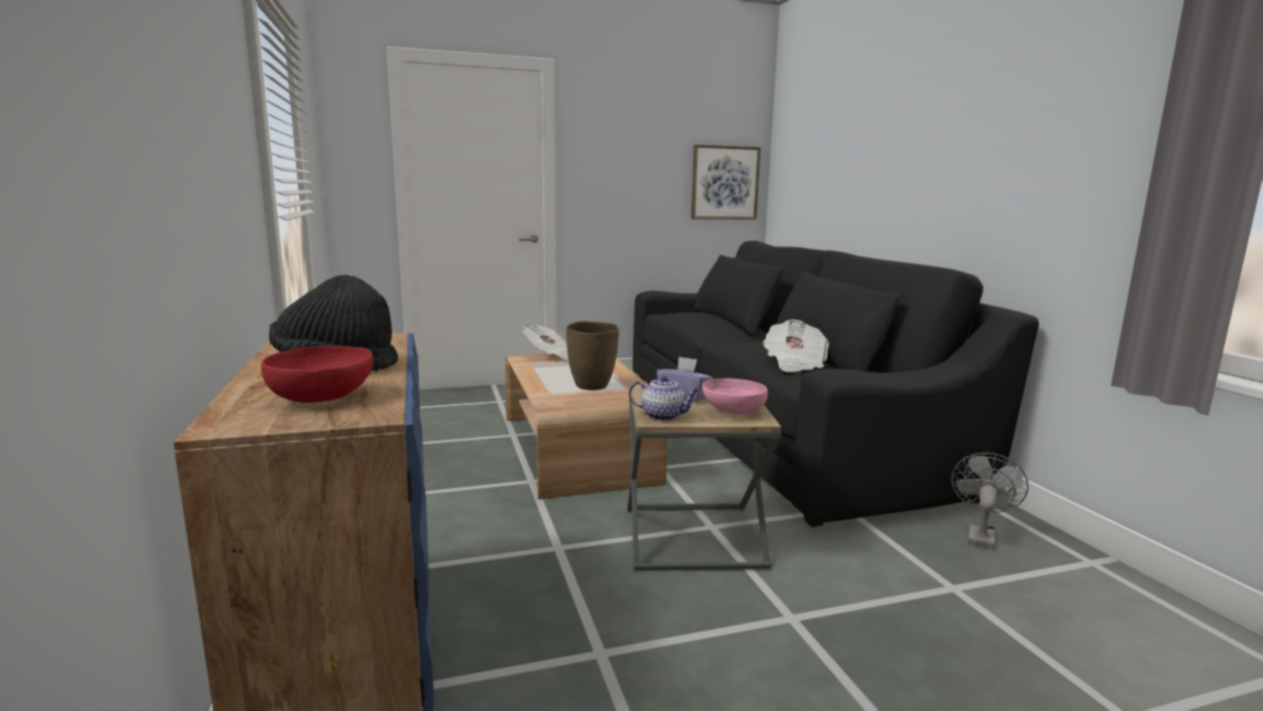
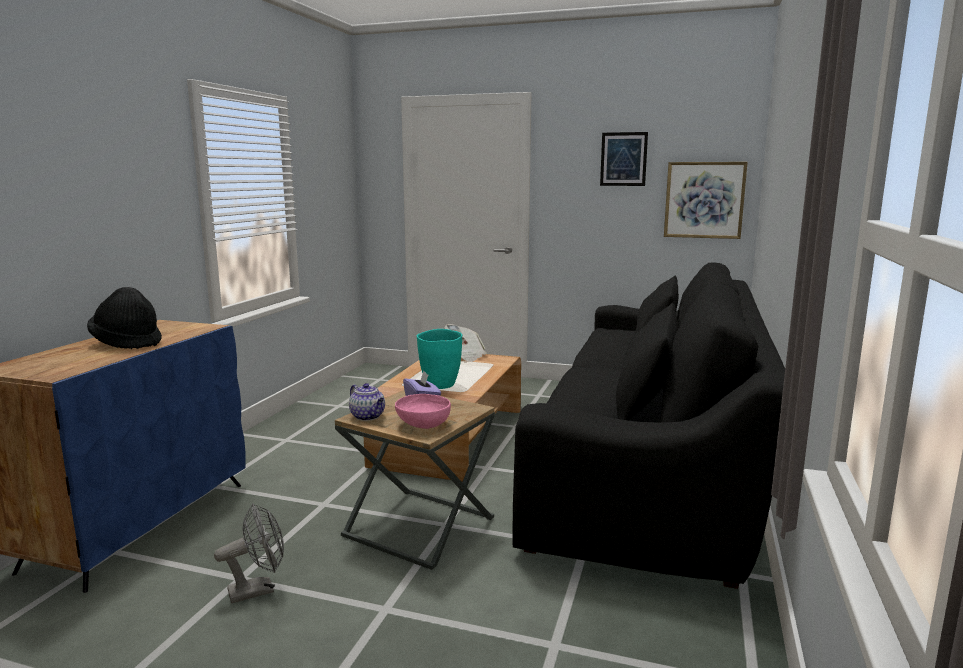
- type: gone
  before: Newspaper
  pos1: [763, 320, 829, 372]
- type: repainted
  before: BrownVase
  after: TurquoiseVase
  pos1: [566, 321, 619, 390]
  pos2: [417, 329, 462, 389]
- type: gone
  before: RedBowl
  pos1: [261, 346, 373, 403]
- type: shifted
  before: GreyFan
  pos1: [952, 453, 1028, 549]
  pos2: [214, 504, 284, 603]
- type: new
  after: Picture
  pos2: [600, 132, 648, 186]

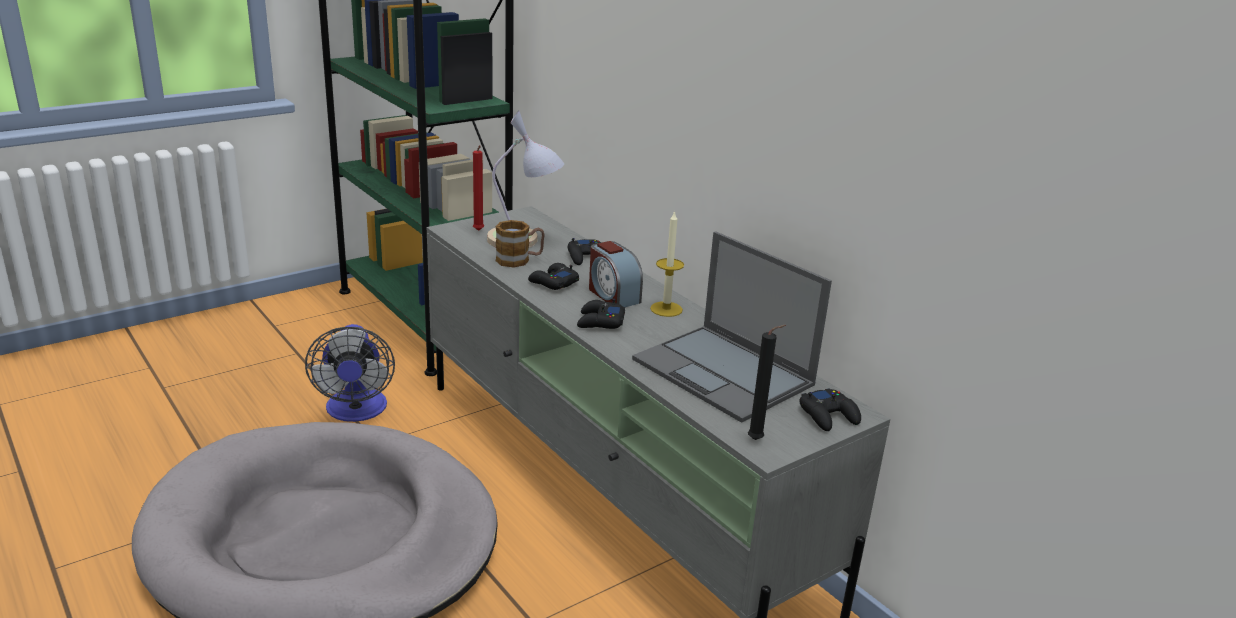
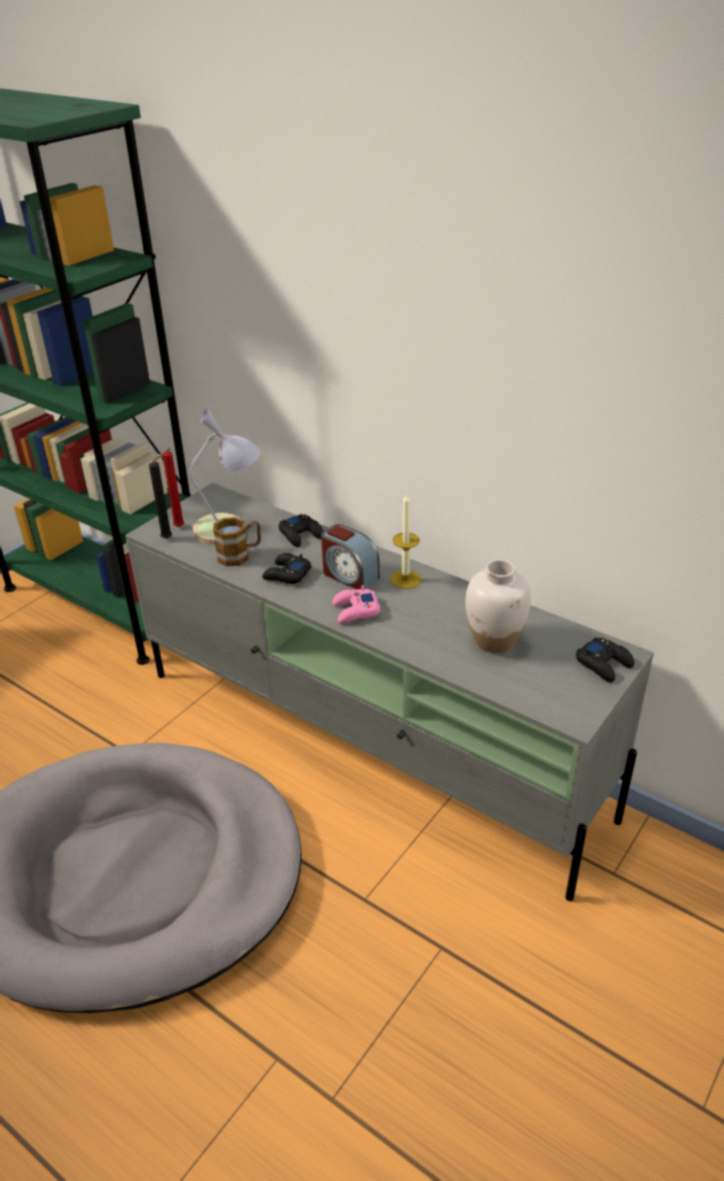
- type: swapped
  before: Laptop
  after: WhiteVase
  pos1: [632, 231, 832, 423]
  pos2: [466, 560, 531, 653]
- type: repainted
  before: BlackGameController
  after: PinkGameController
  pos1: [577, 298, 625, 329]
  pos2: [332, 585, 380, 623]
- type: gone
  before: Fan
  pos1: [305, 324, 395, 422]
- type: shifted
  before: BlackCandle
  pos1: [748, 325, 786, 440]
  pos2: [149, 455, 172, 539]

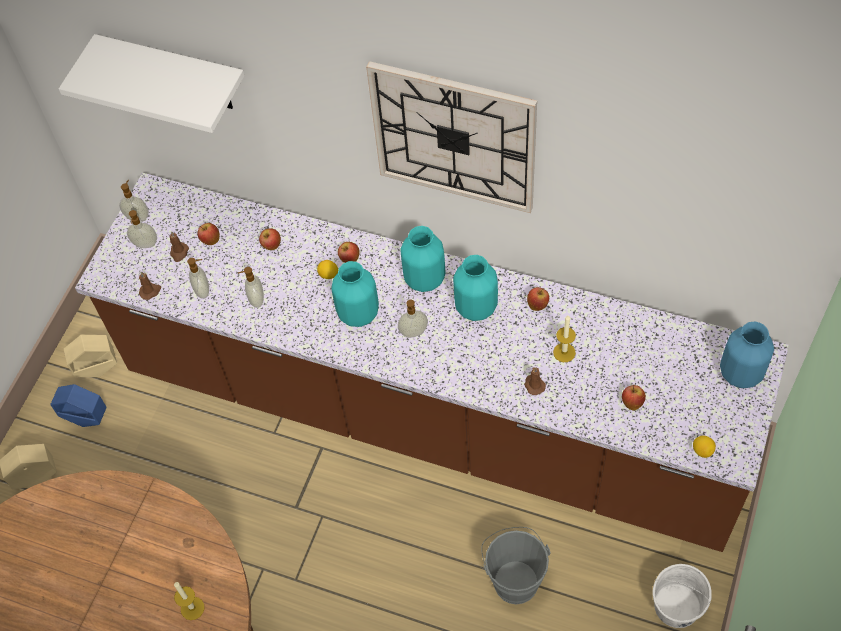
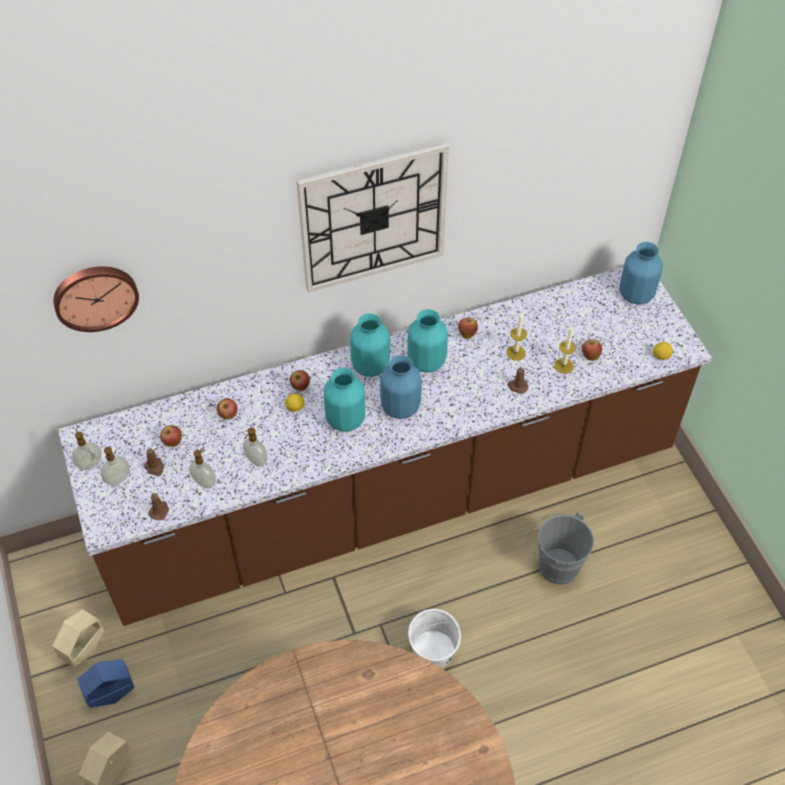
- type: swapped
  before: WhiteShelf
  after: WallClock
  pos1: [59, 34, 244, 133]
  pos2: [53, 266, 139, 332]
- type: swapped
  before: SoapDispenser
  after: BlueVase
  pos1: [398, 300, 428, 338]
  pos2: [380, 355, 422, 419]
- type: shifted
  before: WhiteBucket
  pos1: [653, 564, 712, 628]
  pos2: [408, 609, 461, 668]
- type: shifted
  before: Candle
  pos1: [174, 582, 204, 620]
  pos2: [554, 326, 576, 374]

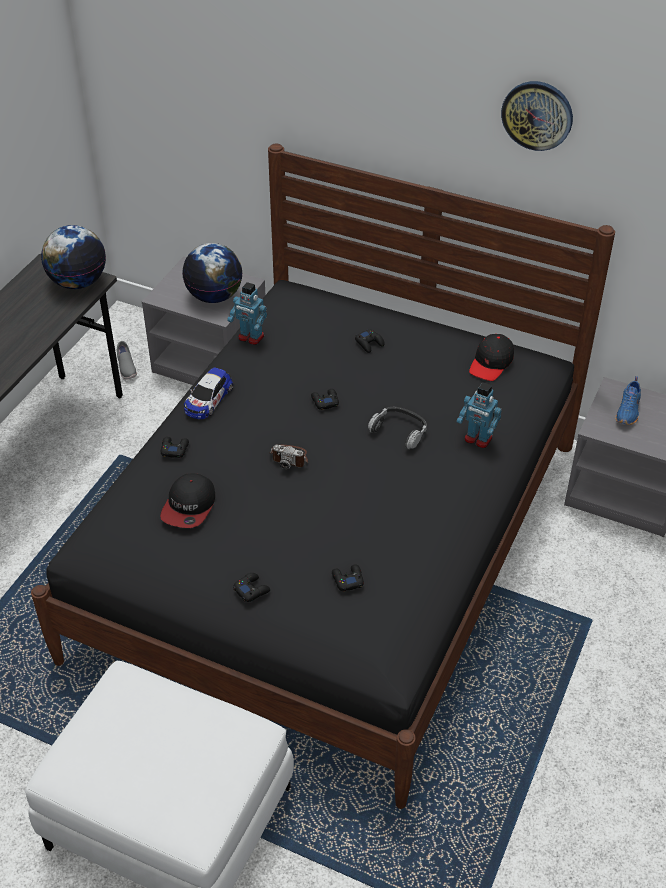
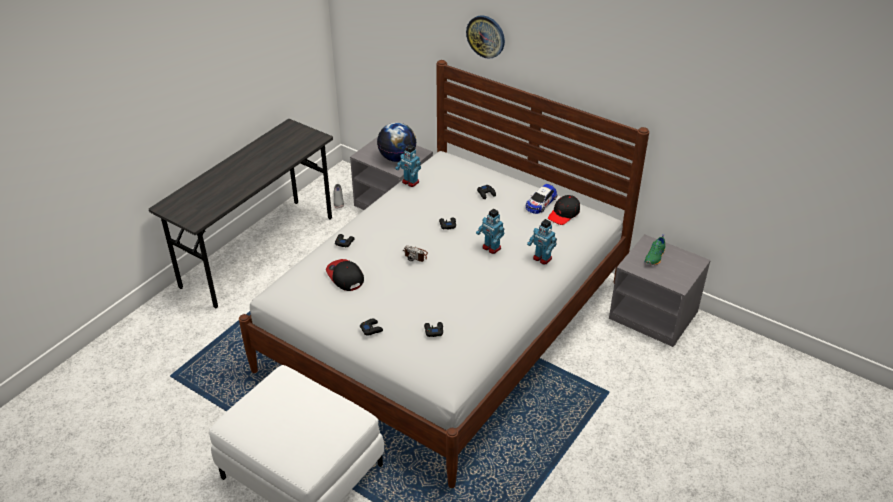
- type: shifted
  before: WallClock
  pos1: [501, 81, 573, 151]
  pos2: [466, 15, 505, 59]
- type: repainted
  before: BlackBed
  after: WhiteBed
  pos1: [31, 144, 615, 809]
  pos2: [239, 60, 649, 488]
- type: gone
  before: Globe
  pos1: [41, 225, 106, 289]
- type: shifted
  before: ToyCar
  pos1: [184, 367, 233, 419]
  pos2: [526, 184, 557, 214]
- type: repainted
  before: BlueShoe
  after: GreenShoe
  pos1: [615, 376, 641, 425]
  pos2: [644, 234, 665, 265]
- type: swapped
  before: Headphones
  after: ToyRobot
  pos1: [368, 407, 427, 449]
  pos2: [476, 209, 505, 254]
- type: rotated
  before: Cap
  pos1: [160, 473, 215, 528]
  pos2: [326, 259, 364, 291]
  turn: 120

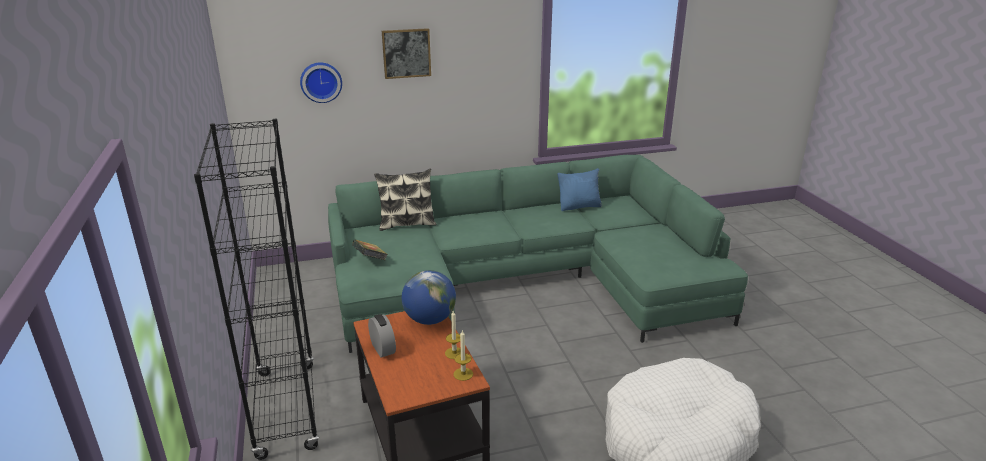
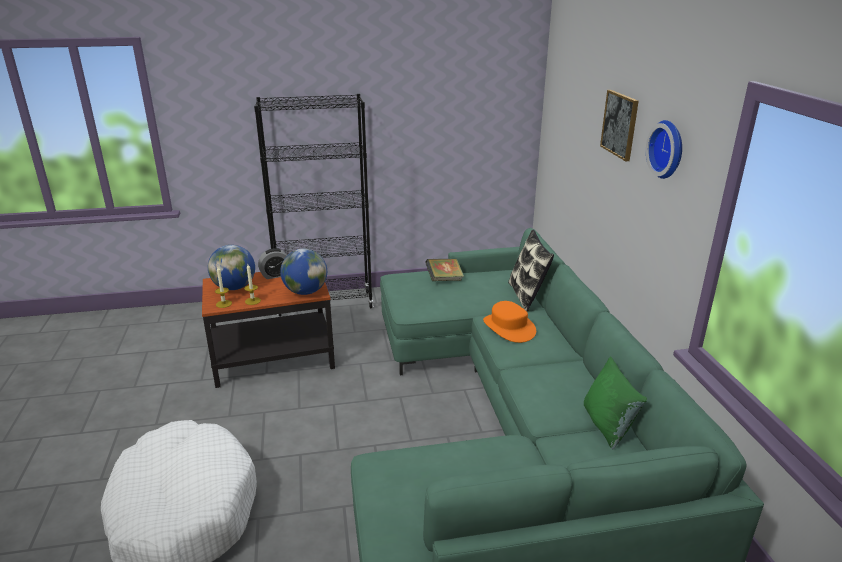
- type: shifted
  before: WallClock
  pos1: [300, 62, 342, 103]
  pos2: [646, 120, 682, 179]
- type: repainted
  before: BluePillow
  after: GreenPillow
  pos1: [557, 168, 602, 211]
  pos2: [584, 356, 647, 449]
- type: new
  after: Globe
  pos2: [208, 245, 255, 290]
- type: new
  after: OrangeHat
  pos2: [483, 301, 536, 343]

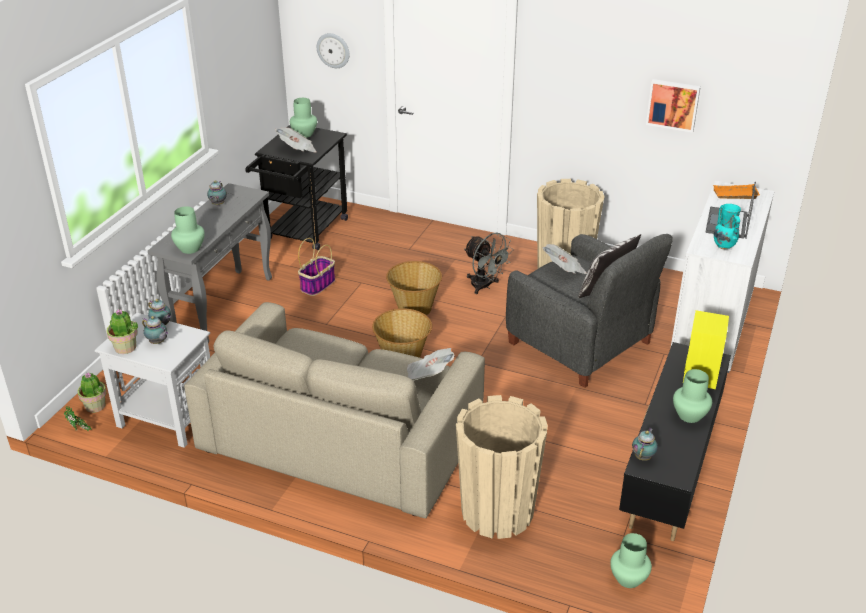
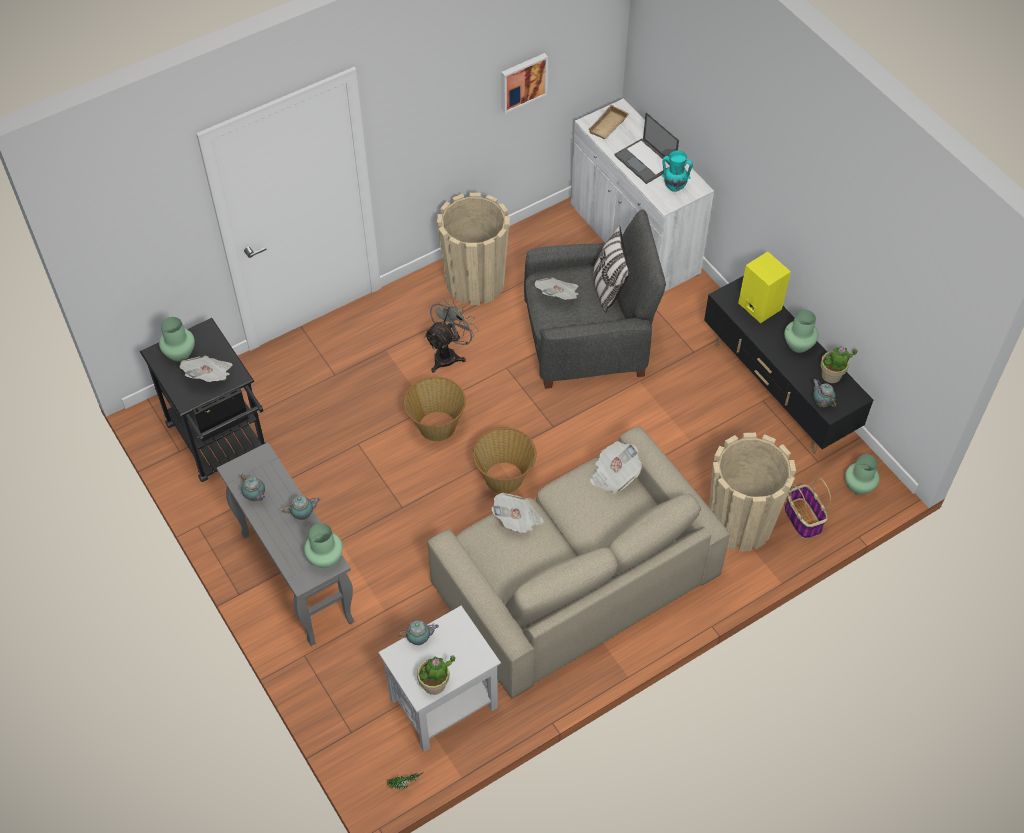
- type: gone
  before: WallClock
  pos1: [317, 33, 349, 68]
- type: repainted
  before: OrangeTray
  after: BeigeTray
  pos1: [713, 184, 759, 199]
  pos2: [588, 104, 629, 139]
- type: rotated
  before: GreyFan
  pos1: [464, 233, 513, 294]
  pos2: [424, 298, 478, 373]
  turn: -45
- type: shifted
  before: Basket
  pos1: [298, 238, 335, 296]
  pos2: [784, 478, 831, 539]
- type: shifted
  before: Teapot
  pos1: [142, 316, 169, 344]
  pos2: [282, 495, 321, 520]
- type: shifted
  before: PottedPlant
  pos1: [77, 373, 106, 413]
  pos2: [820, 346, 857, 383]
- type: new
  after: Newspaper
  pos2: [491, 493, 544, 534]

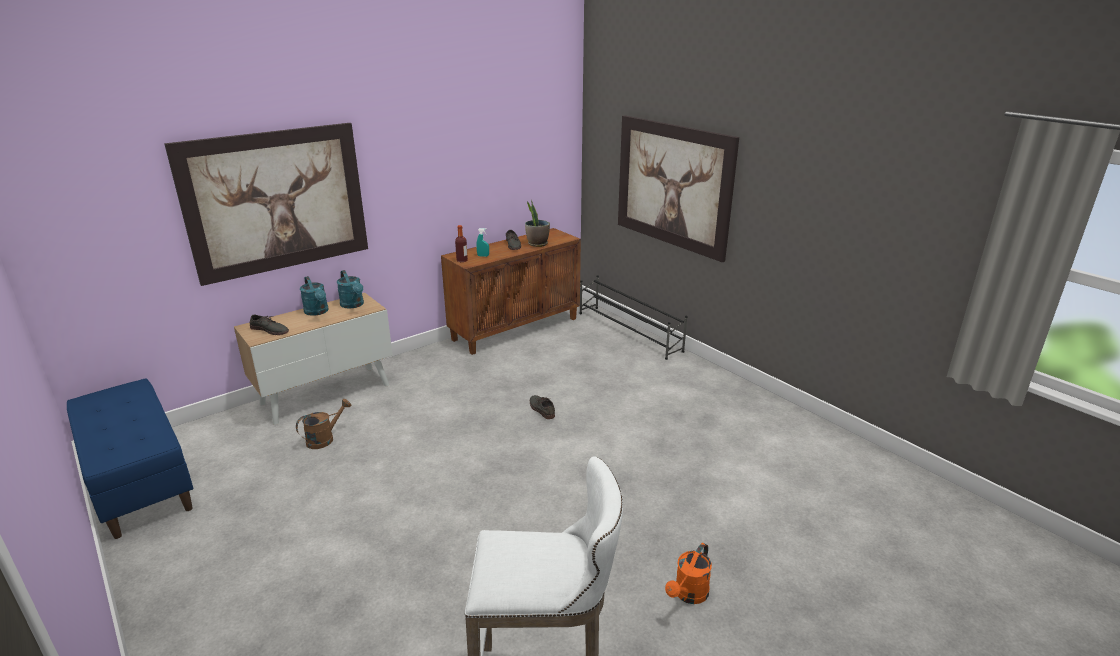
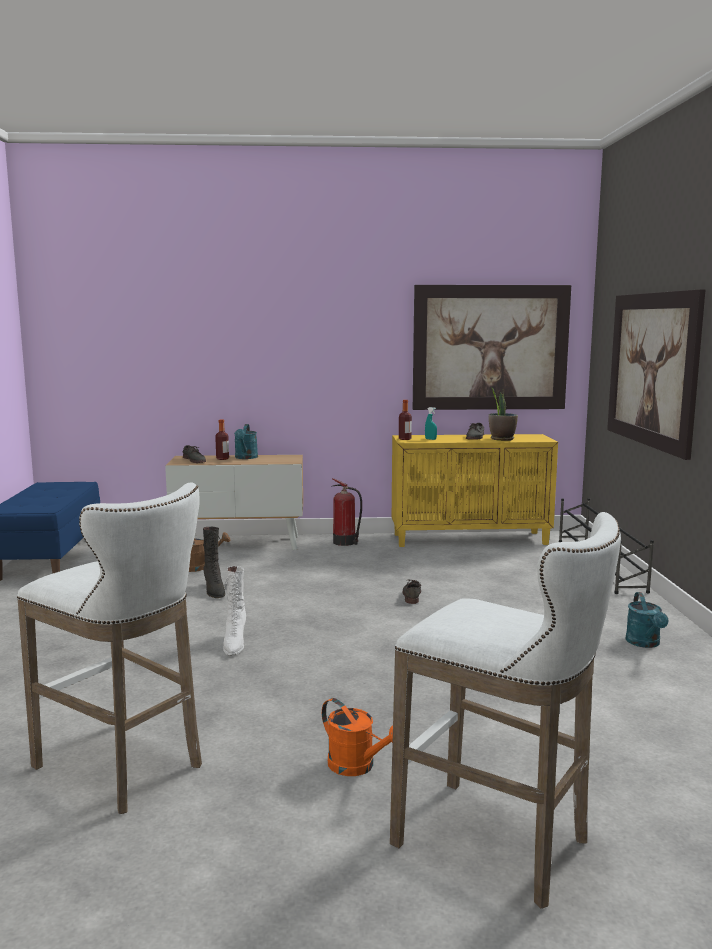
- type: shifted
  before: Picture
  pos1: [164, 123, 368, 286]
  pos2: [413, 285, 571, 410]
- type: repainted
  before: BrownCabinet
  after: YellowCabinet
  pos1: [441, 228, 581, 355]
  pos2: [392, 434, 558, 547]
- type: shifted
  before: TurquoiseWateringCan
  pos1: [337, 270, 364, 309]
  pos2: [626, 592, 669, 648]
- type: rotated
  before: OrangeWateringCan
  pos1: [665, 543, 712, 604]
  pos2: [322, 698, 393, 776]
  turn: -120
- type: new
  after: Bottle
  pos2: [215, 419, 229, 460]
- type: new
  after: FireExtinguisher
  pos2: [331, 478, 362, 546]
- type: new
  after: WhiteStool
  pos2: [390, 512, 621, 909]
- type: new
  after: BlackBoot
  pos2: [203, 527, 225, 598]
- type: new
  after: WhiteBoot
  pos2: [223, 566, 246, 655]

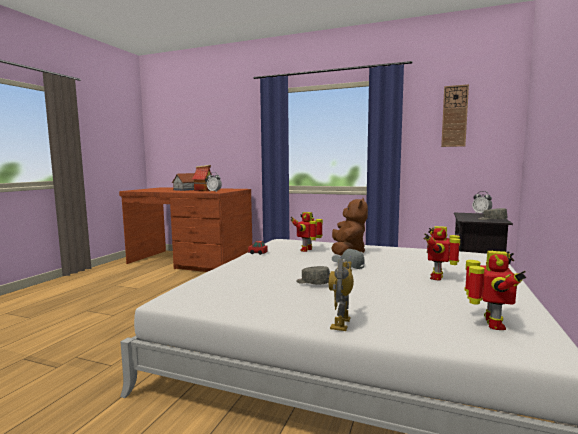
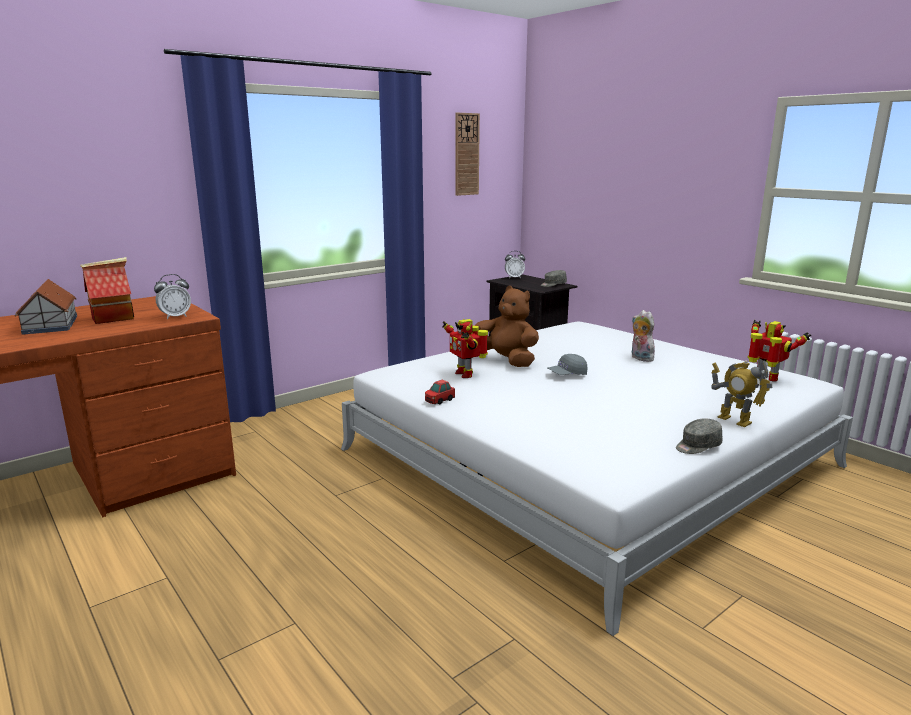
- type: swapped
  before: ToyRobot
  after: PlushToy
  pos1: [423, 226, 460, 280]
  pos2: [632, 310, 655, 362]
- type: shifted
  before: GreyCap
  pos1: [296, 266, 330, 285]
  pos2: [676, 418, 723, 454]

